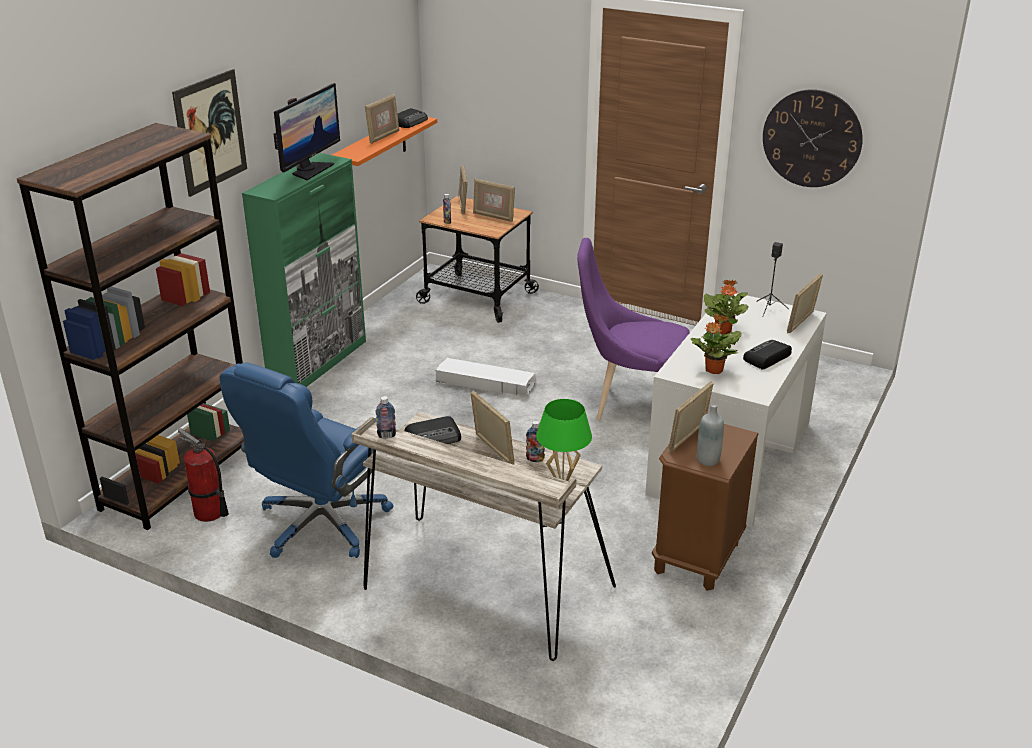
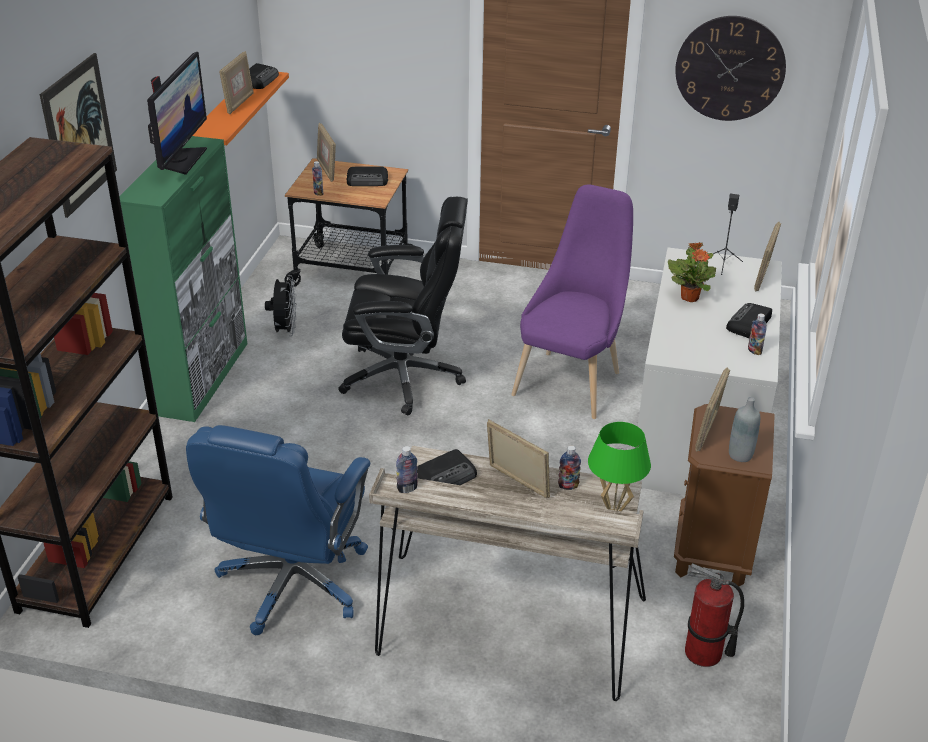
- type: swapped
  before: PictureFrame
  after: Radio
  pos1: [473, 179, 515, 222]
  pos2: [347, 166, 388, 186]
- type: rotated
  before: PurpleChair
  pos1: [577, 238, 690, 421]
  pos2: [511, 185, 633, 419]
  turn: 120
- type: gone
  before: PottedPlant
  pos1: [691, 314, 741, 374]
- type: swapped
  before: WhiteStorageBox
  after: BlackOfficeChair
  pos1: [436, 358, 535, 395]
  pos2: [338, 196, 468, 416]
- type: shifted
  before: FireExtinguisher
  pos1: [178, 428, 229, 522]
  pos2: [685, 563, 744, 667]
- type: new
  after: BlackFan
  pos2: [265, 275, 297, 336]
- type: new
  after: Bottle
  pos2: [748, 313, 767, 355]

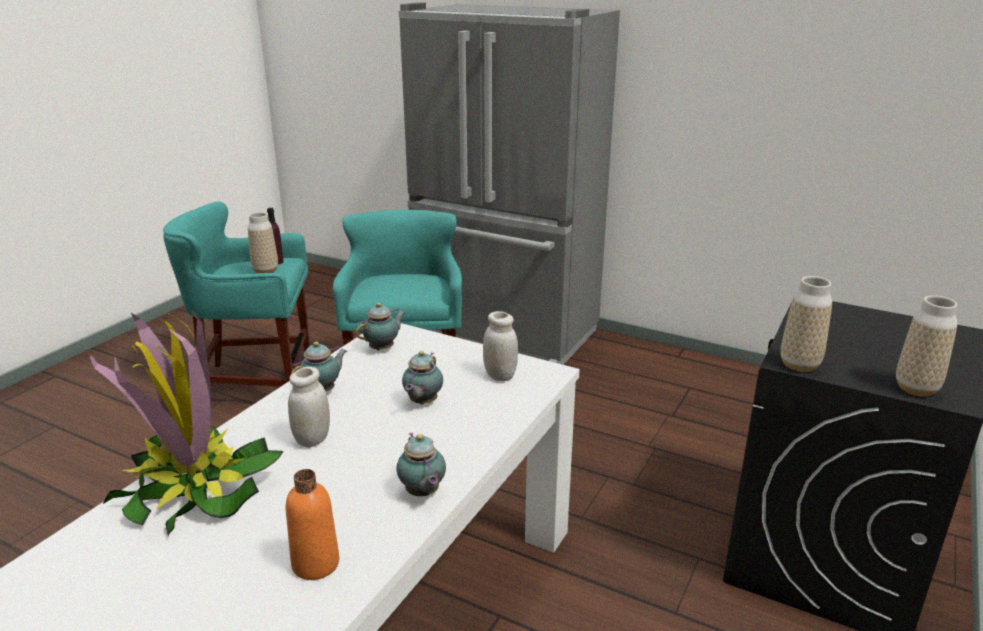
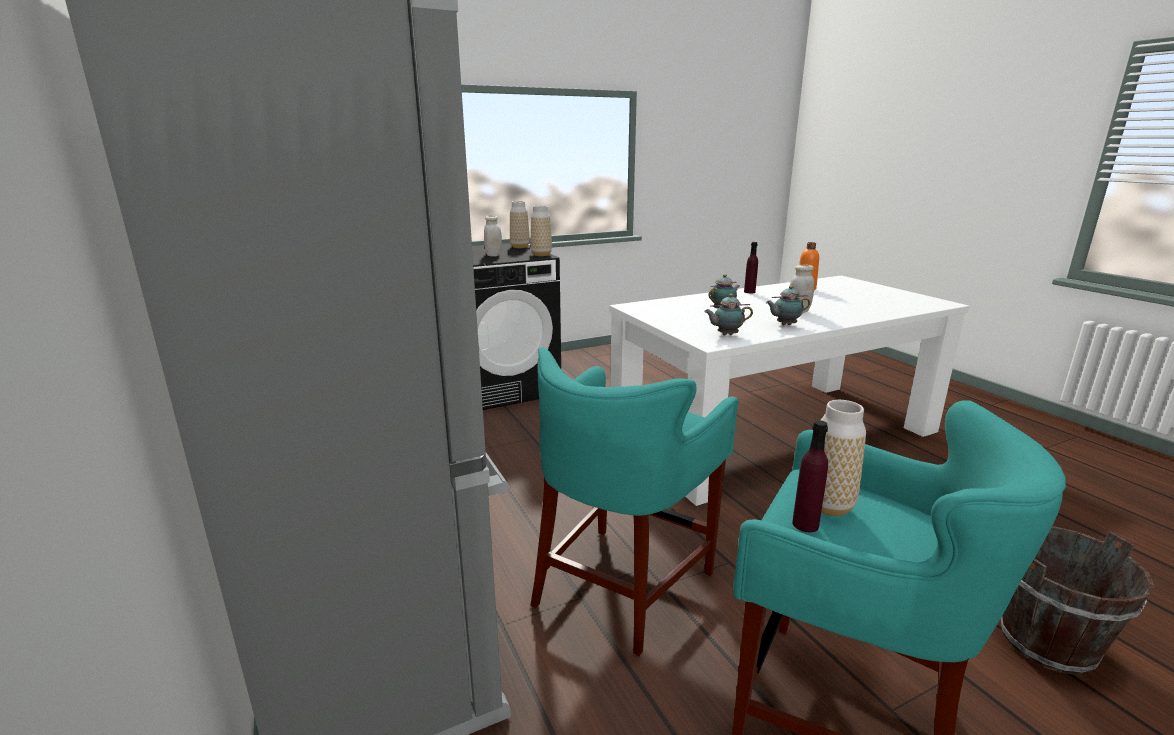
- type: gone
  before: PottedPlant
  pos1: [90, 305, 284, 535]
- type: shifted
  before: WhiteJar
  pos1: [483, 311, 518, 381]
  pos2: [484, 215, 502, 257]
- type: swapped
  before: Teapot
  after: PurpleBottle
  pos1: [397, 433, 446, 496]
  pos2: [744, 242, 758, 293]
- type: new
  after: BrownBucket
  pos2: [1001, 526, 1155, 675]

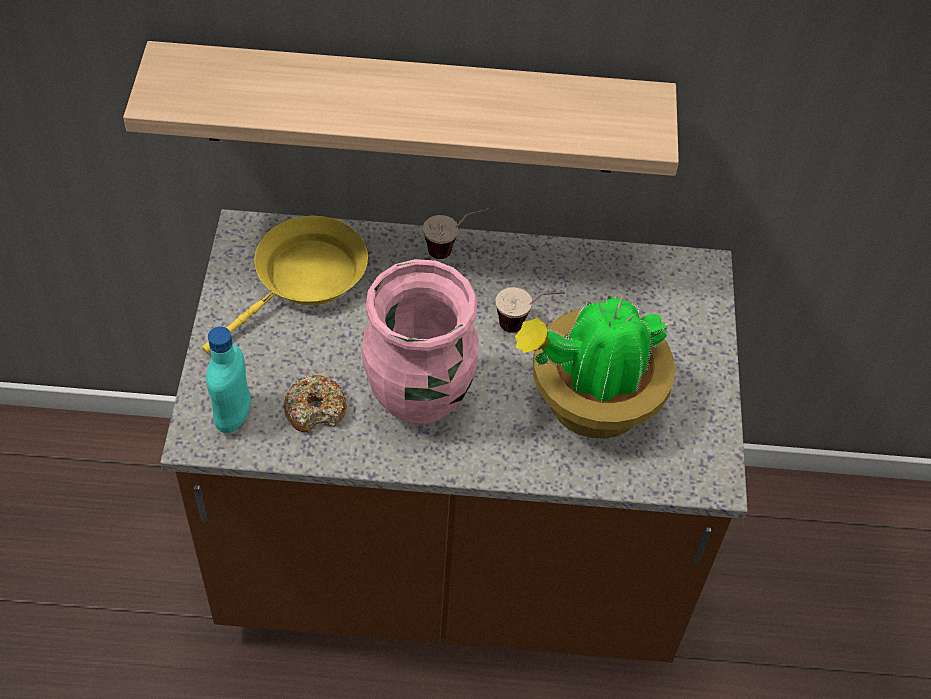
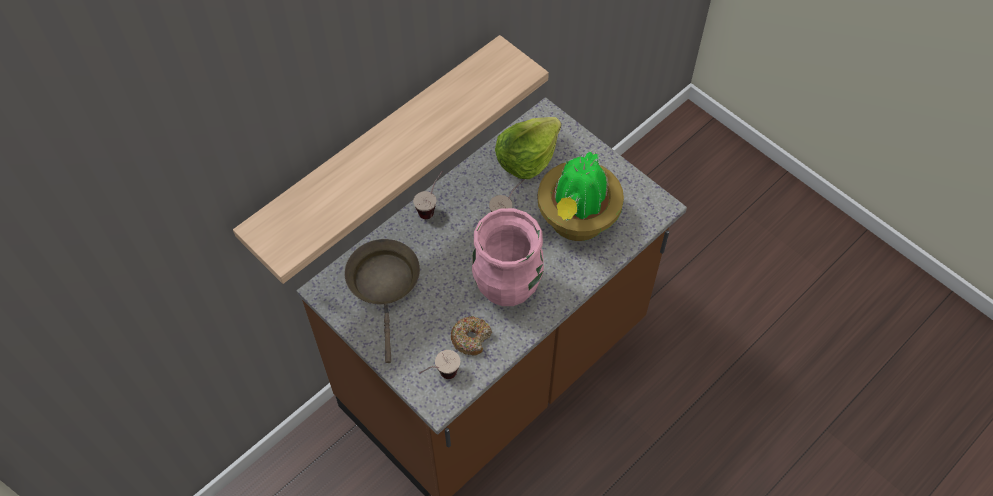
- type: repainted
  before: YellowFryingPan
  after: BrownFryingPan
  pos1: [202, 216, 368, 354]
  pos2: [345, 239, 420, 363]
- type: swapped
  before: TurquoiseBottle
  after: Cup
  pos1: [206, 327, 251, 433]
  pos2: [419, 350, 460, 379]
- type: new
  after: Lettuce
  pos2: [495, 117, 561, 179]

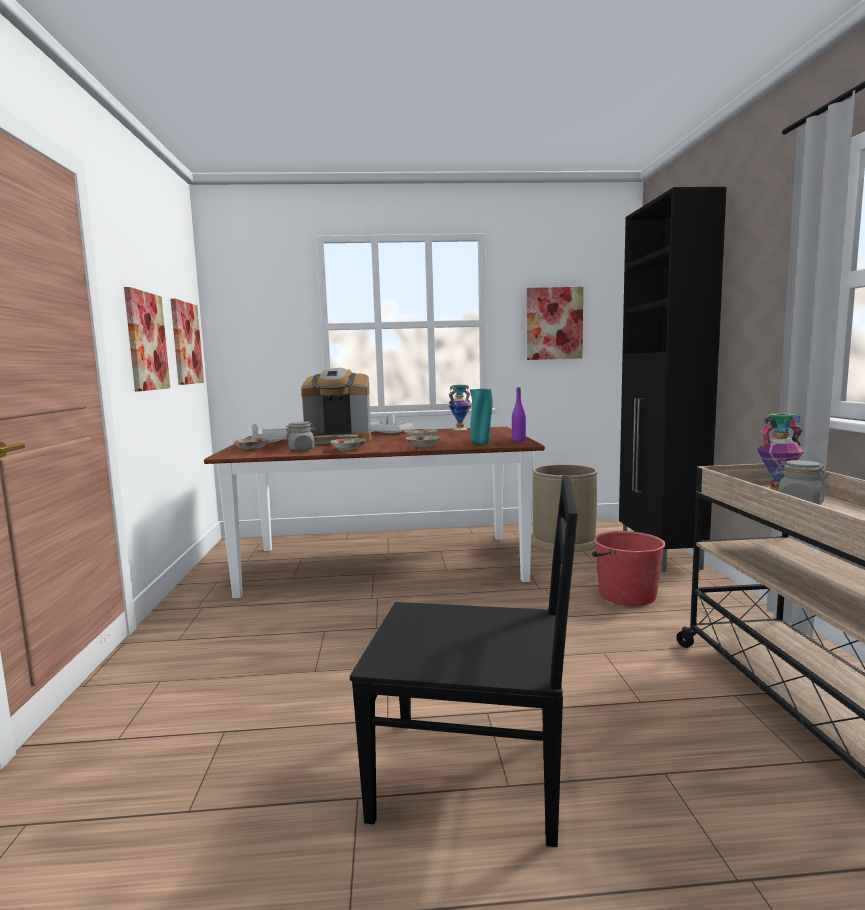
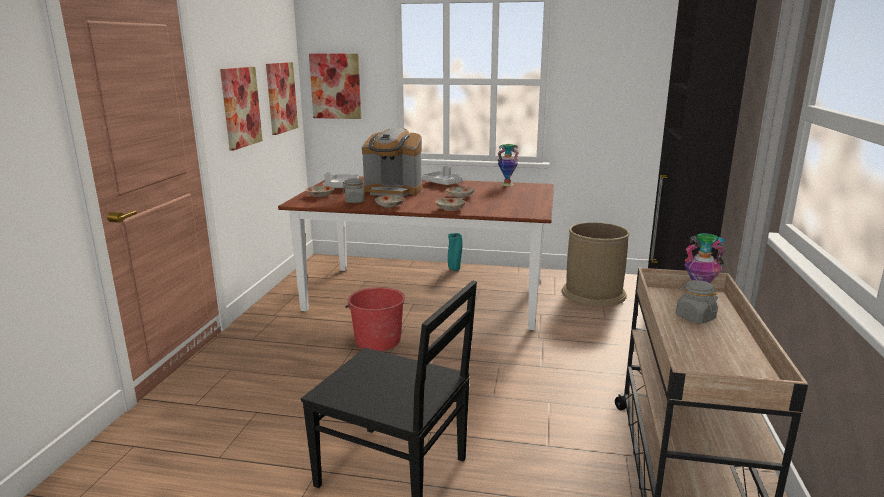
- type: shifted
  before: Picture
  pos1: [527, 287, 583, 360]
  pos2: [309, 54, 361, 119]
- type: gone
  before: PurpleBottle
  pos1: [512, 387, 526, 441]
- type: shifted
  before: TurquoiseVase
  pos1: [470, 389, 492, 444]
  pos2: [448, 233, 463, 271]
- type: shifted
  before: RedBucket
  pos1: [592, 531, 666, 606]
  pos2: [345, 287, 405, 351]

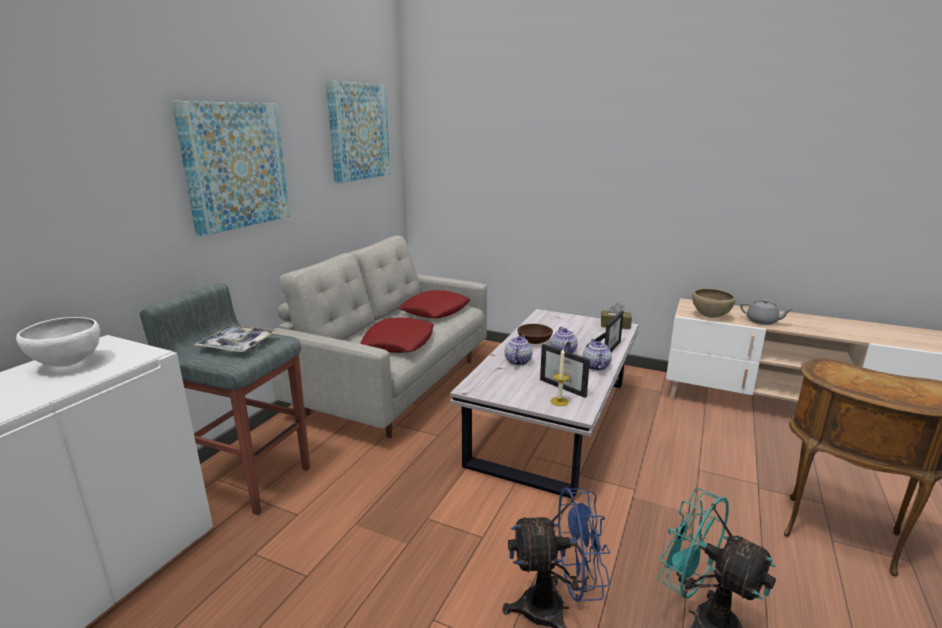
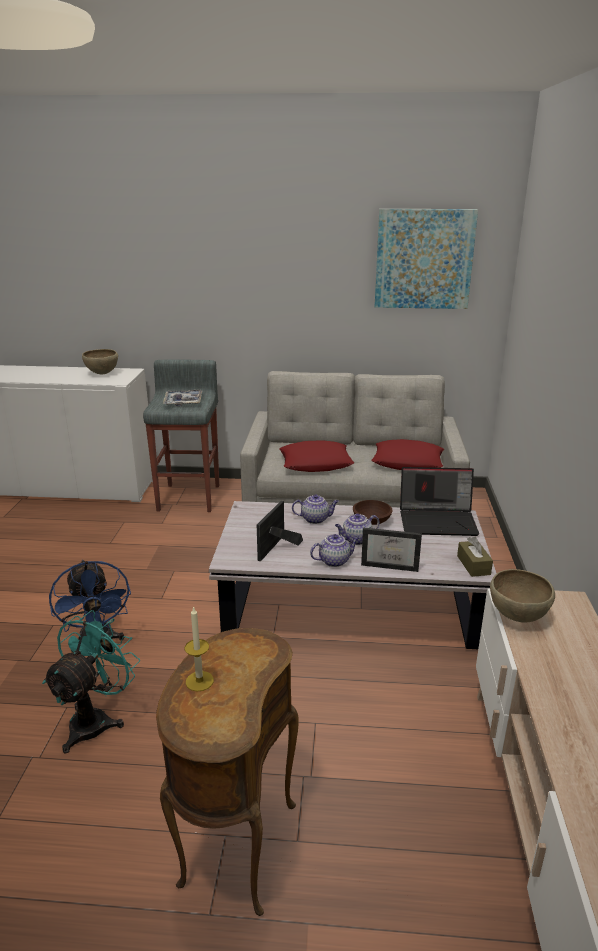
- type: gone
  before: Picture
  pos1: [172, 101, 290, 236]
- type: gone
  before: GreyTeapot
  pos1: [740, 299, 794, 325]
- type: repainted
  before: WhiteBowl
  after: BrownBowl
  pos1: [16, 317, 100, 367]
  pos2: [82, 349, 118, 374]
- type: shifted
  before: Candle
  pos1: [550, 349, 569, 406]
  pos2: [185, 606, 214, 691]
- type: new
  after: Laptop
  pos2: [400, 467, 479, 536]

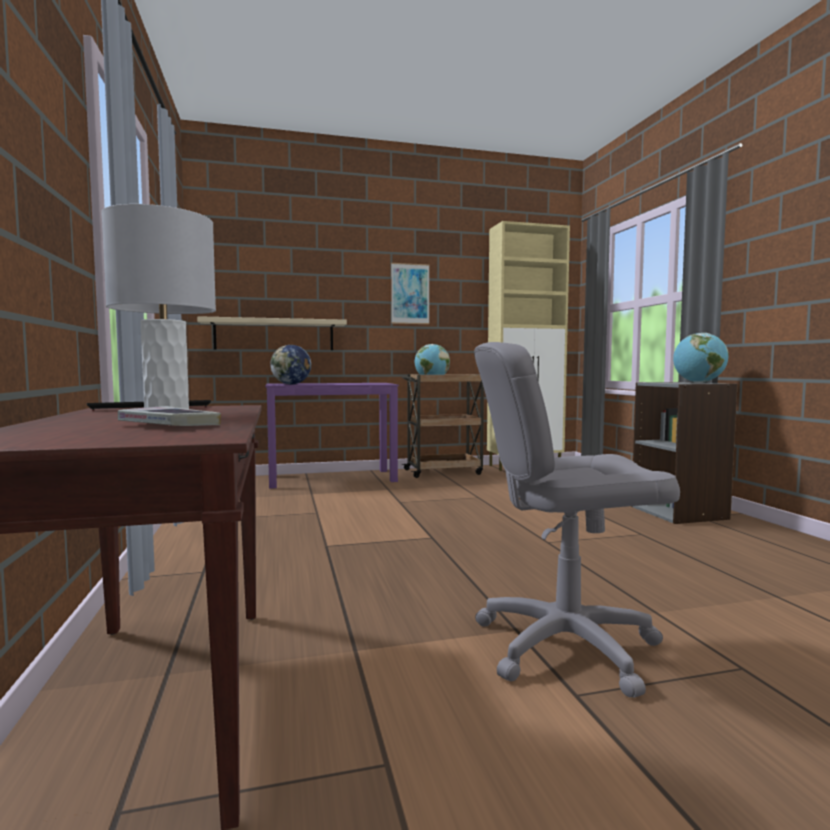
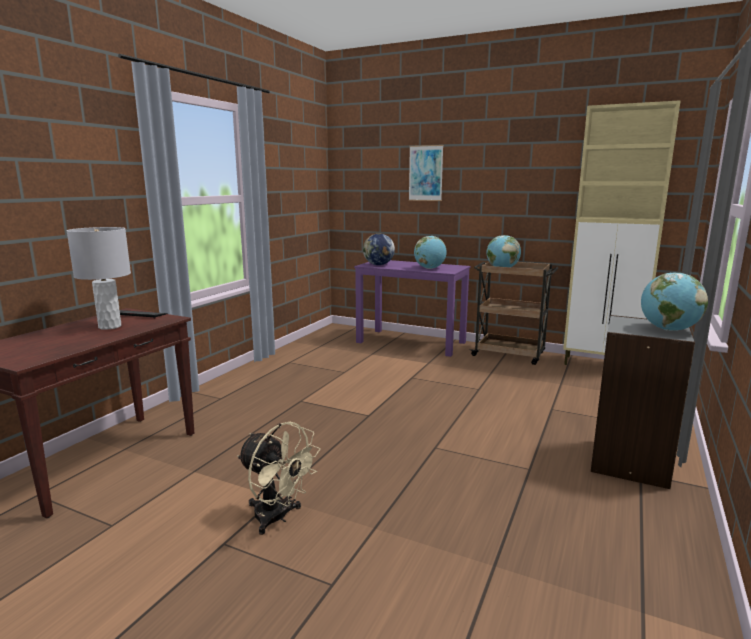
- type: shifted
  before: Picture
  pos1: [391, 263, 429, 324]
  pos2: [409, 145, 443, 201]
- type: gone
  before: BeigeShelf
  pos1: [197, 316, 347, 350]
- type: swapped
  before: GreyOfficeChair
  after: BeigeFan
  pos1: [474, 342, 680, 698]
  pos2: [237, 422, 321, 535]
- type: gone
  before: Book
  pos1: [118, 406, 221, 426]
- type: new
  after: Globe
  pos2: [414, 236, 447, 269]

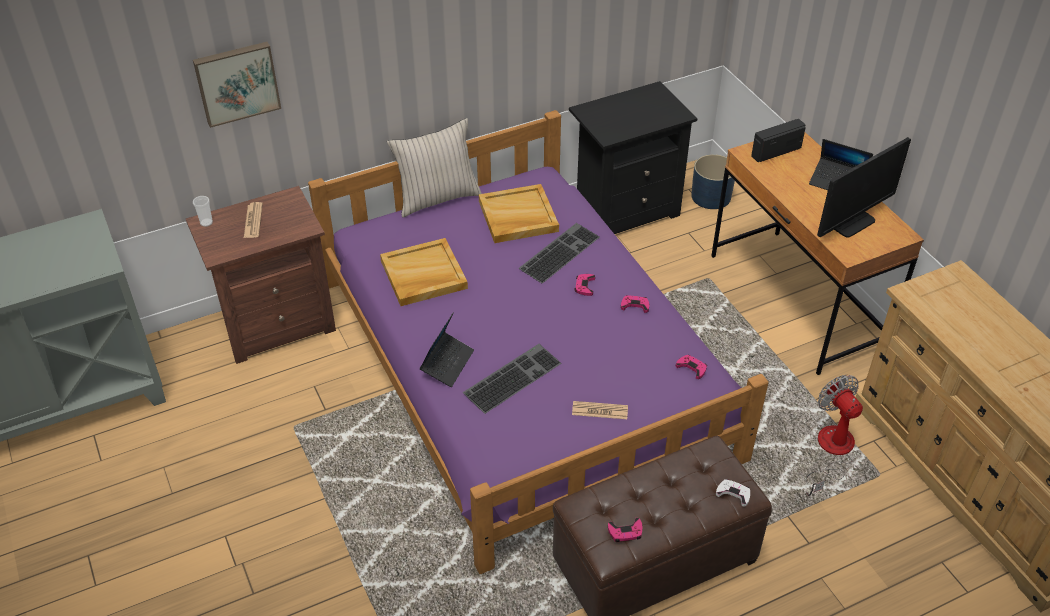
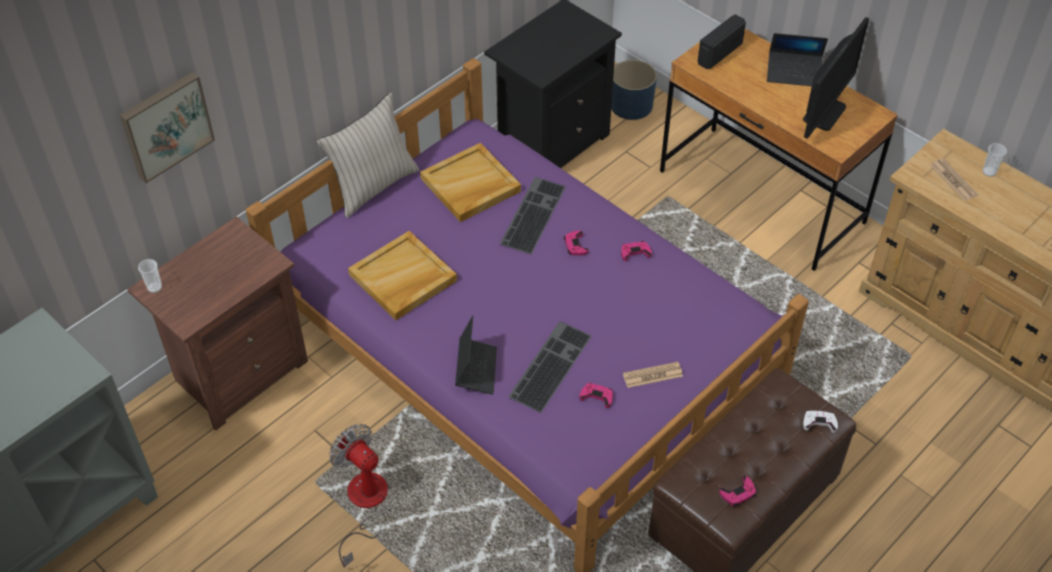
- type: shifted
  before: Newspaper
  pos1: [244, 202, 263, 238]
  pos2: [930, 158, 978, 201]
- type: shifted
  before: PinkGameController
  pos1: [676, 355, 707, 379]
  pos2: [579, 383, 613, 408]
- type: shifted
  before: Fan
  pos1: [806, 375, 863, 496]
  pos2: [329, 424, 388, 568]
- type: new
  after: Cup
  pos2: [982, 143, 1007, 177]

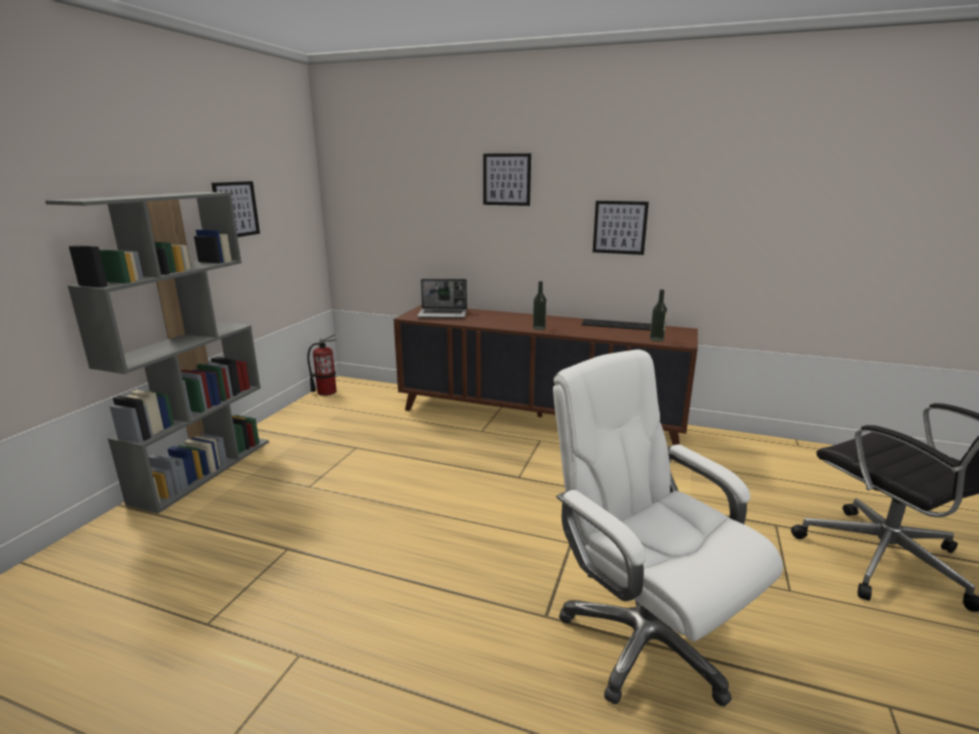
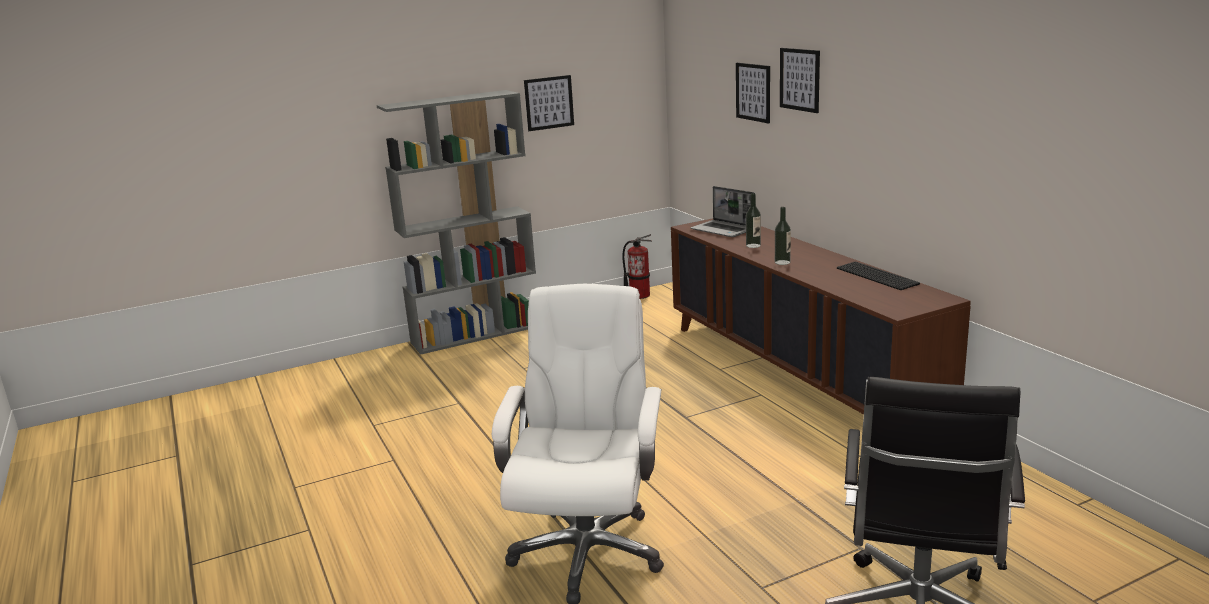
- type: shifted
  before: Picture
  pos1: [593, 201, 649, 255]
  pos2: [736, 63, 770, 123]
- type: shifted
  before: Bottle
  pos1: [650, 289, 667, 342]
  pos2: [746, 193, 761, 248]

